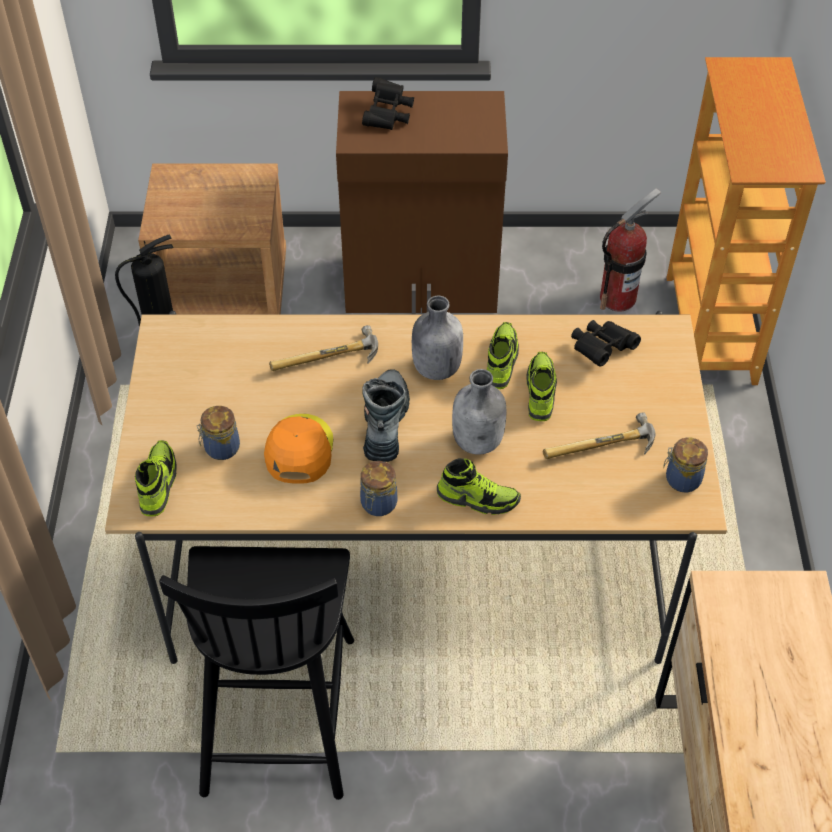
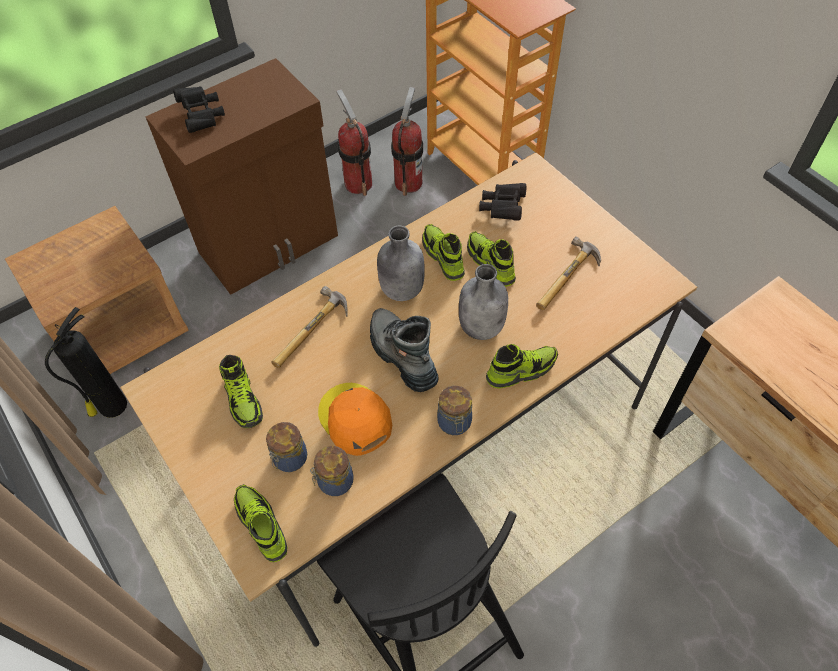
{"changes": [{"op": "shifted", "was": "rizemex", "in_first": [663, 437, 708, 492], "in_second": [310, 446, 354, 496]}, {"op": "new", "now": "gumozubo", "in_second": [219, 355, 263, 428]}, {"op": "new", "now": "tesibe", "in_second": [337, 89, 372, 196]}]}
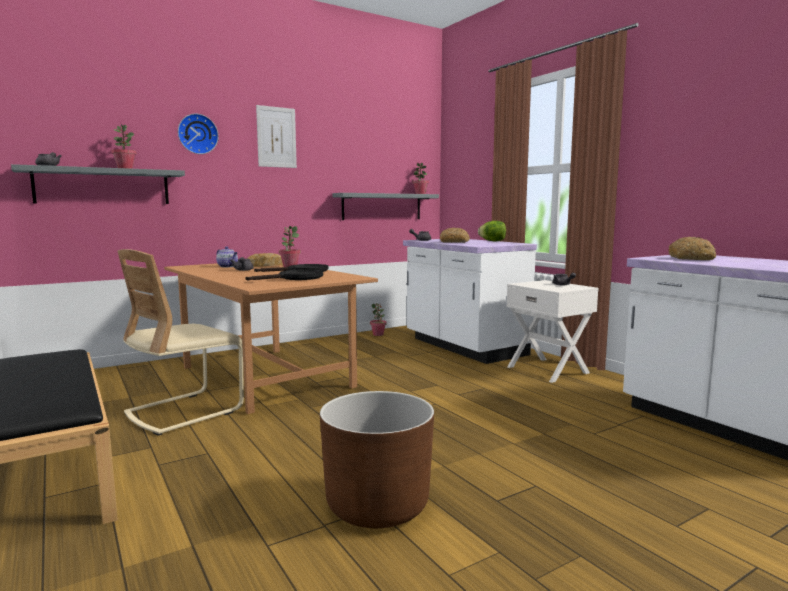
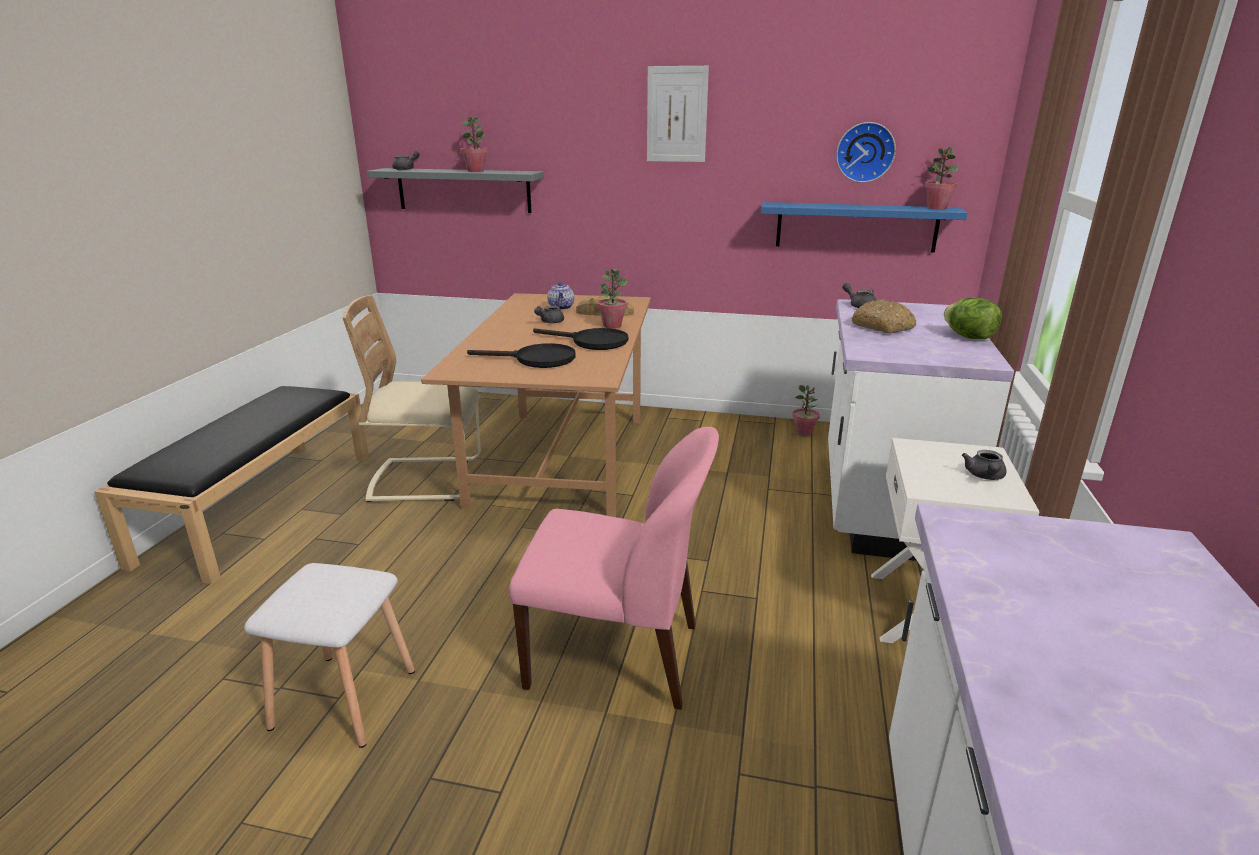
{"changes": [{"op": "shifted", "was": "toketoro", "in_first": [178, 114, 219, 154], "in_second": [836, 122, 896, 183]}, {"op": "swapped", "was": "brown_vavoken", "now": "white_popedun", "in_first": [320, 391, 434, 528], "in_second": [244, 563, 415, 748]}, {"op": "repainted", "was": "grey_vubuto", "now": "blue_vubuto", "in_first": [333, 193, 439, 220], "in_second": [761, 202, 968, 252]}, {"op": "gone", "was": "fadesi", "in_first": [668, 237, 716, 260]}, {"op": "new", "now": "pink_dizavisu", "in_second": [509, 427, 719, 710]}]}
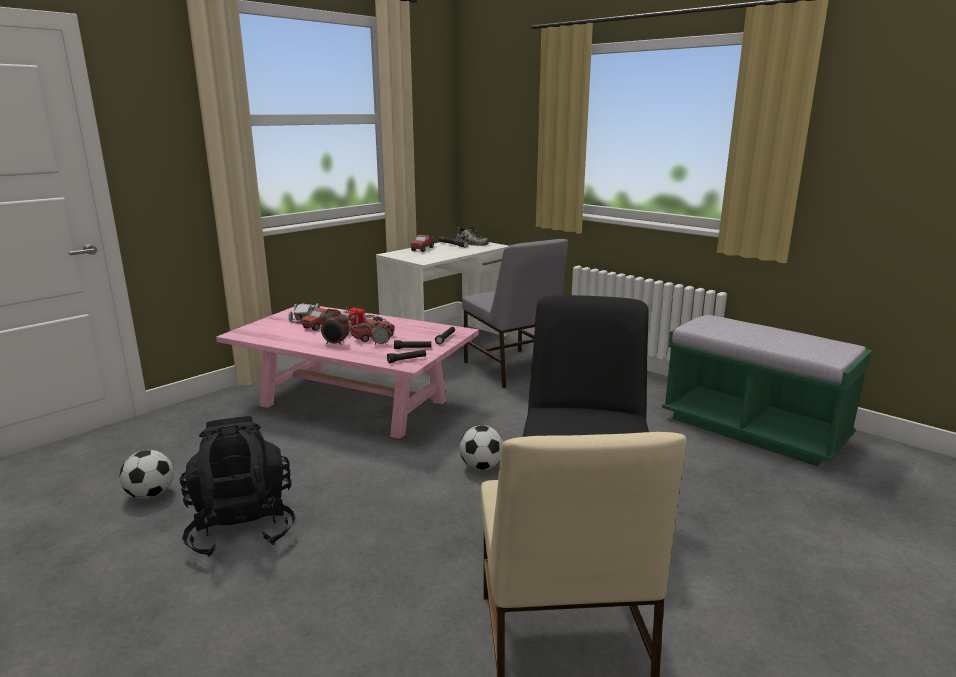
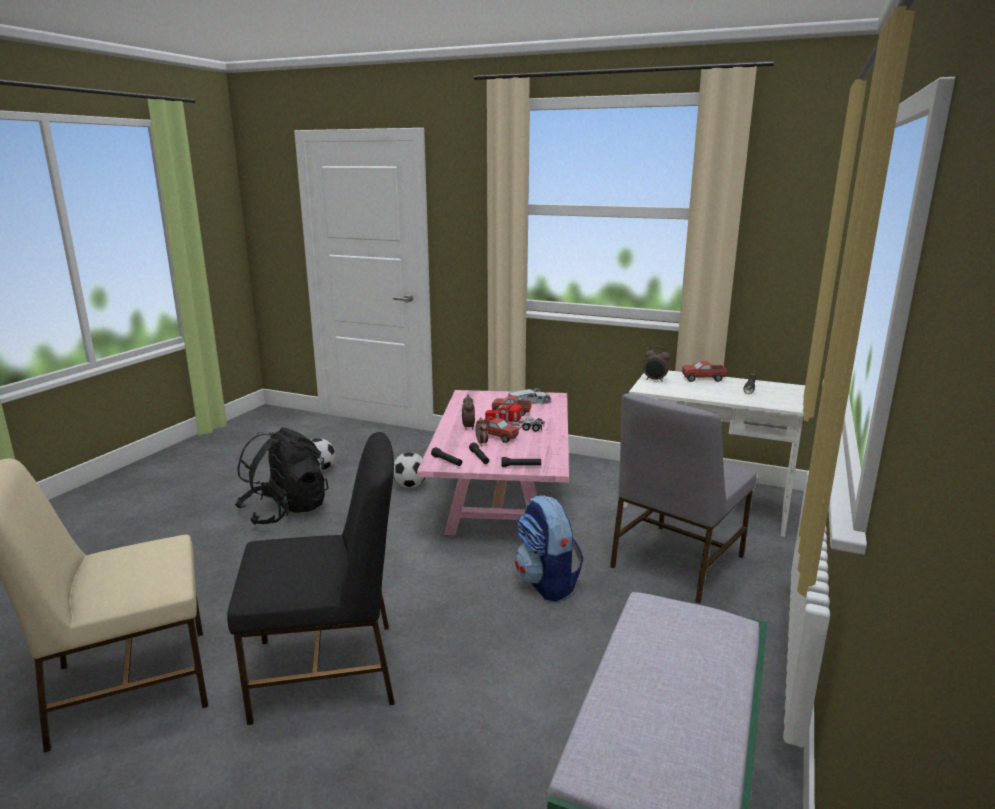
{"changes": [{"op": "gone", "was": "gumozubo", "in_first": [456, 227, 489, 246]}, {"op": "shifted", "was": "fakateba", "in_first": [459, 425, 503, 470], "in_second": [393, 452, 426, 488]}, {"op": "new", "now": "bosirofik", "in_second": [515, 495, 583, 602]}, {"op": "new", "now": "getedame", "in_second": [643, 346, 670, 382]}]}
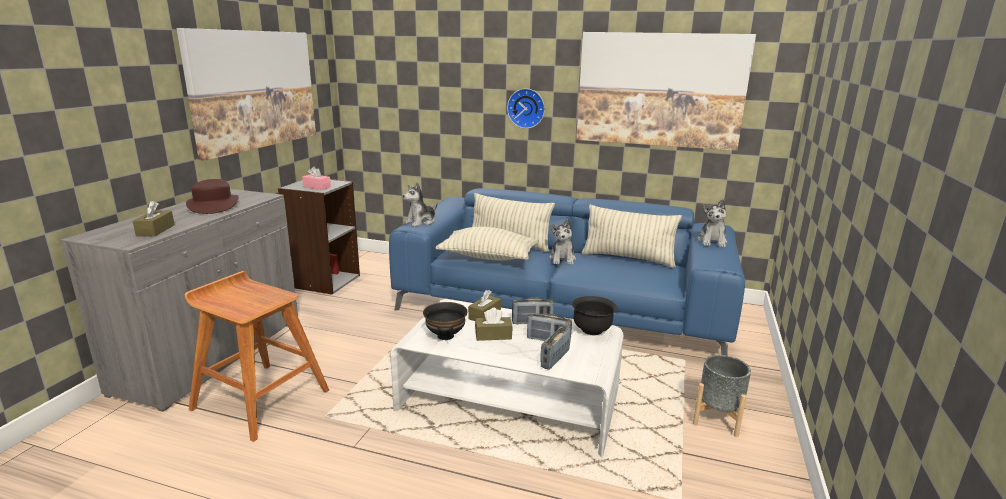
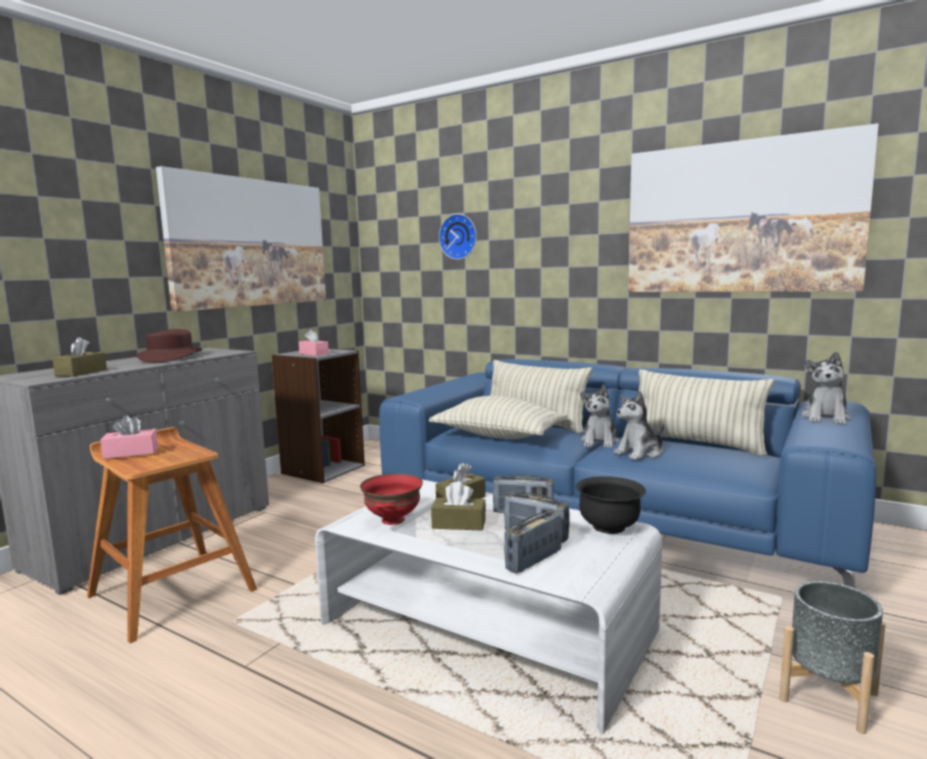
{"changes": [{"op": "shifted", "was": "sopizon", "in_first": [403, 182, 438, 227], "in_second": [614, 391, 665, 460]}, {"op": "repainted", "was": "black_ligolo", "now": "red_ligolo", "in_first": [423, 302, 468, 340], "in_second": [360, 473, 423, 525]}, {"op": "shifted", "was": "toketoro", "in_first": [507, 88, 545, 129], "in_second": [439, 214, 477, 260]}, {"op": "new", "now": "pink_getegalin", "in_second": [100, 415, 158, 459]}]}
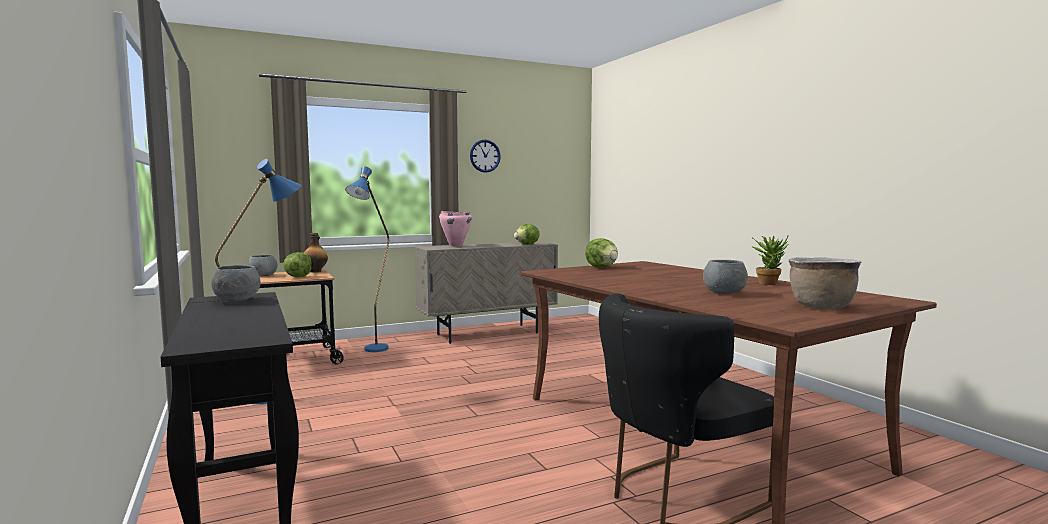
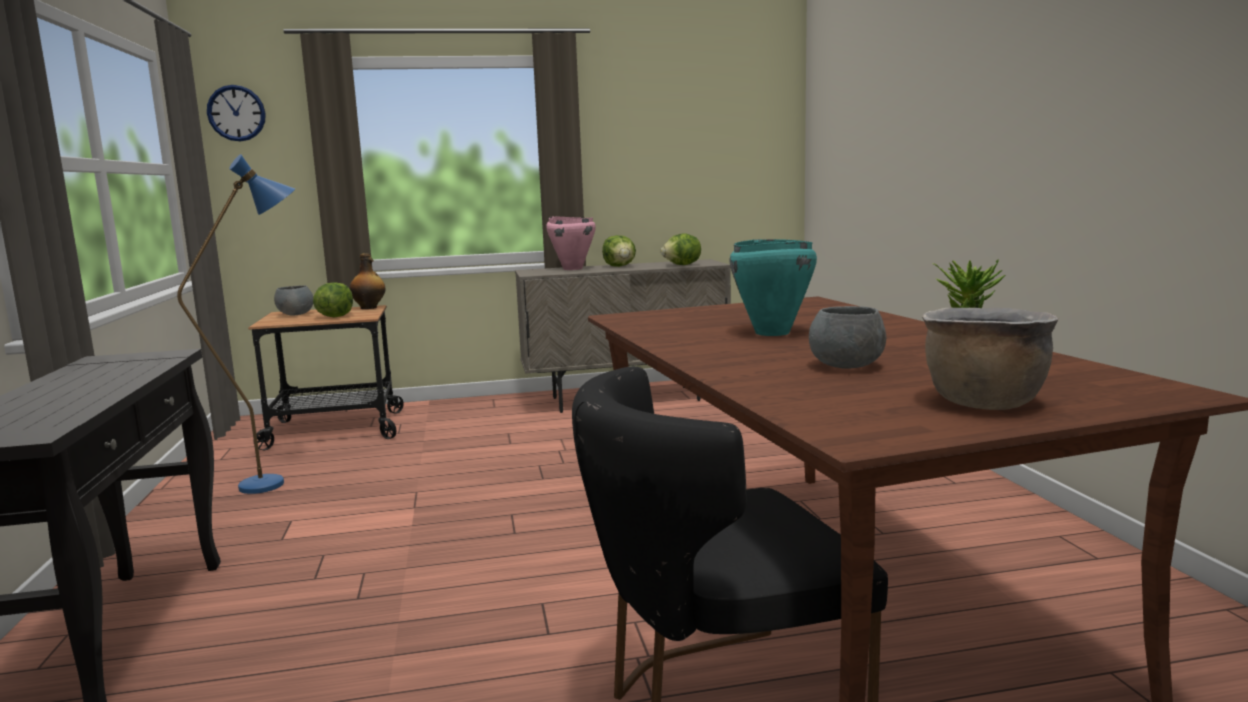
{"changes": [{"op": "gone", "was": "grey_ligolo", "in_first": [211, 265, 261, 302]}, {"op": "gone", "was": "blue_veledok", "in_first": [345, 167, 389, 352]}, {"op": "shifted", "was": "toketoro", "in_first": [470, 139, 501, 173], "in_second": [207, 85, 266, 141]}, {"op": "shifted", "was": "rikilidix", "in_first": [585, 238, 618, 268], "in_second": [602, 235, 636, 267]}, {"op": "new", "now": "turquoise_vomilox", "in_second": [730, 239, 817, 336]}]}
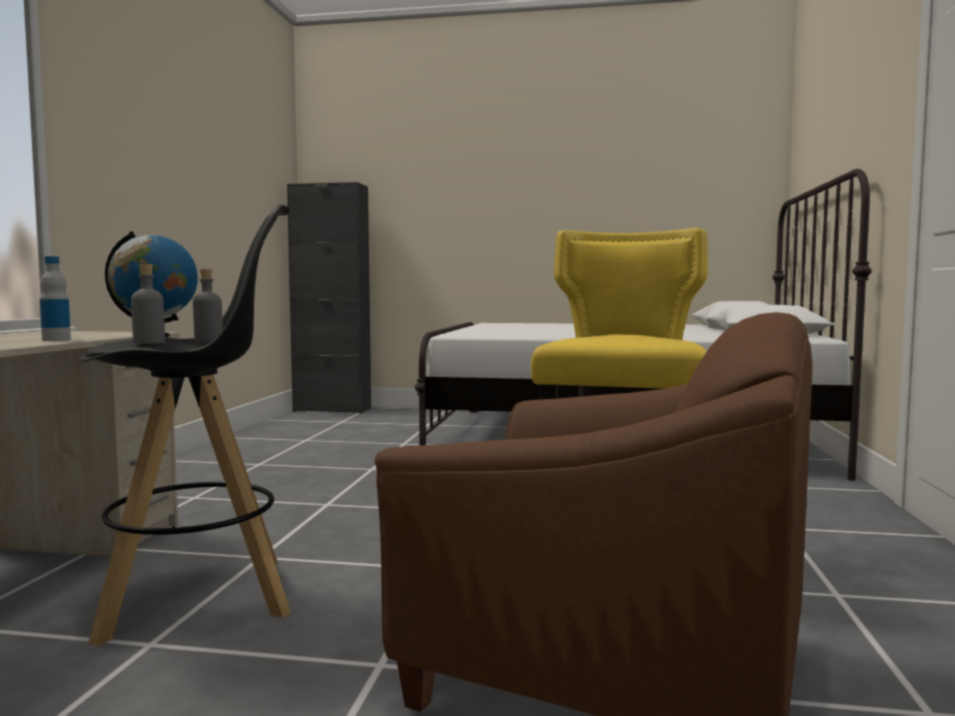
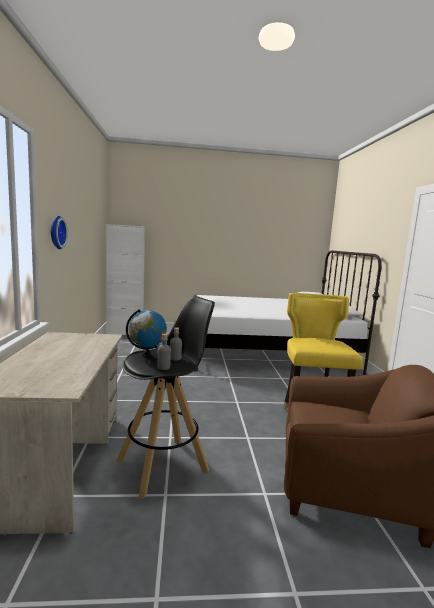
{"changes": [{"op": "gone", "was": "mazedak", "in_first": [40, 256, 71, 341]}, {"op": "repainted", "was": "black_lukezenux", "now": "white_lukezenux", "in_first": [287, 182, 371, 414], "in_second": [106, 224, 145, 335]}, {"op": "new", "now": "toketoro", "in_second": [51, 216, 68, 249]}]}
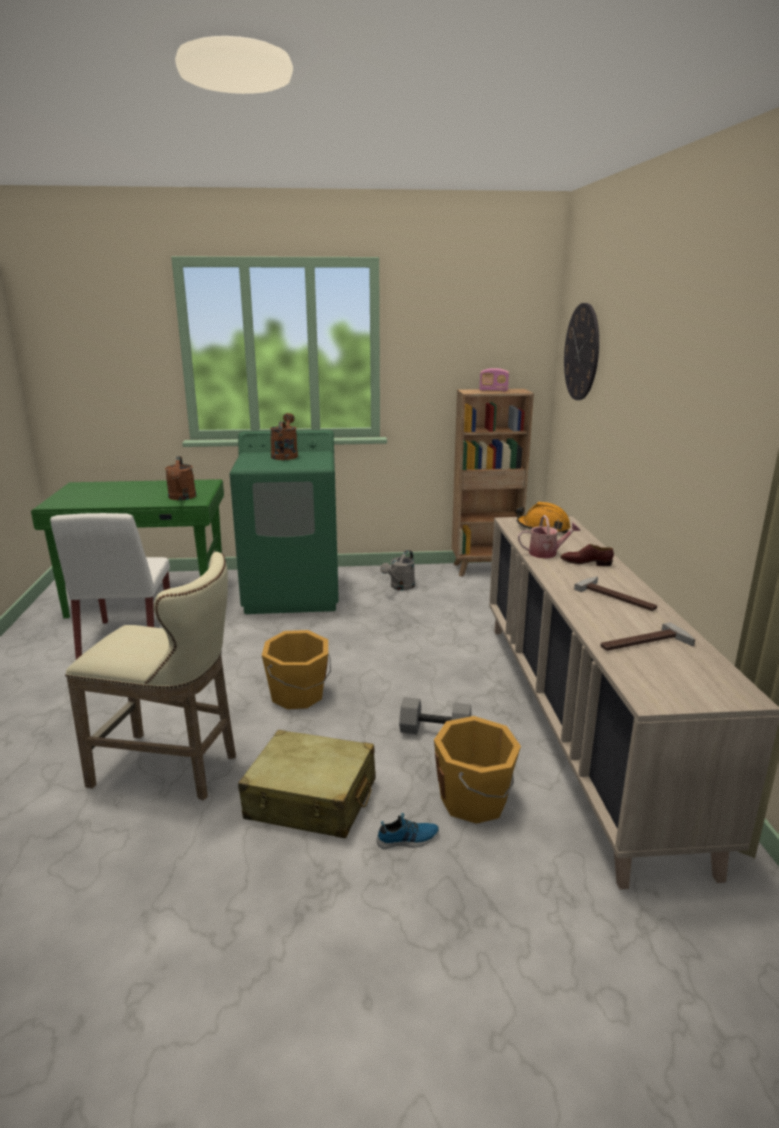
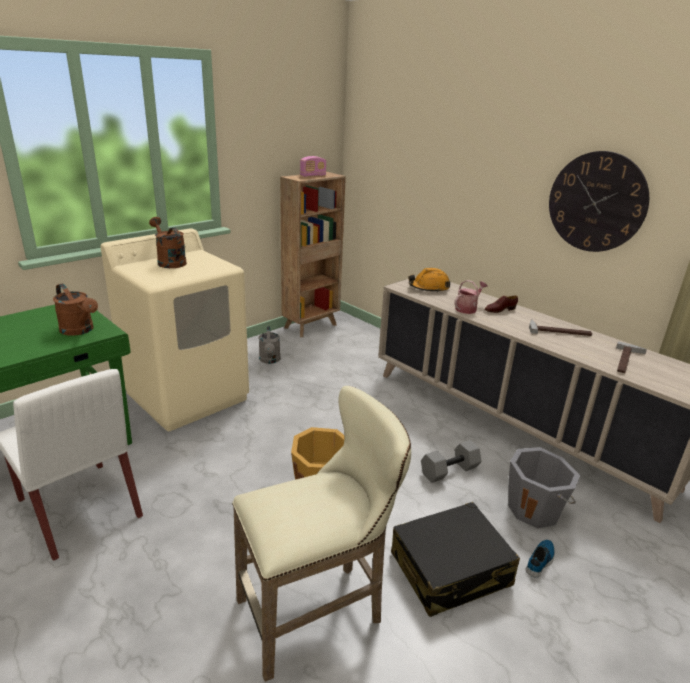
{"changes": [{"op": "repainted", "was": "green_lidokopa", "now": "beige_lidokopa", "in_first": [230, 430, 339, 614], "in_second": [100, 228, 249, 431]}, {"op": "repainted", "was": "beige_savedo", "now": "black_savedo", "in_first": [238, 730, 375, 839], "in_second": [391, 502, 520, 617]}, {"op": "repainted", "was": "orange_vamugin", "now": "grey_vamugin", "in_first": [434, 716, 521, 824], "in_second": [508, 447, 580, 528]}, {"op": "shifted", "was": "toketoro", "in_first": [564, 303, 599, 400], "in_second": [549, 151, 649, 252]}]}
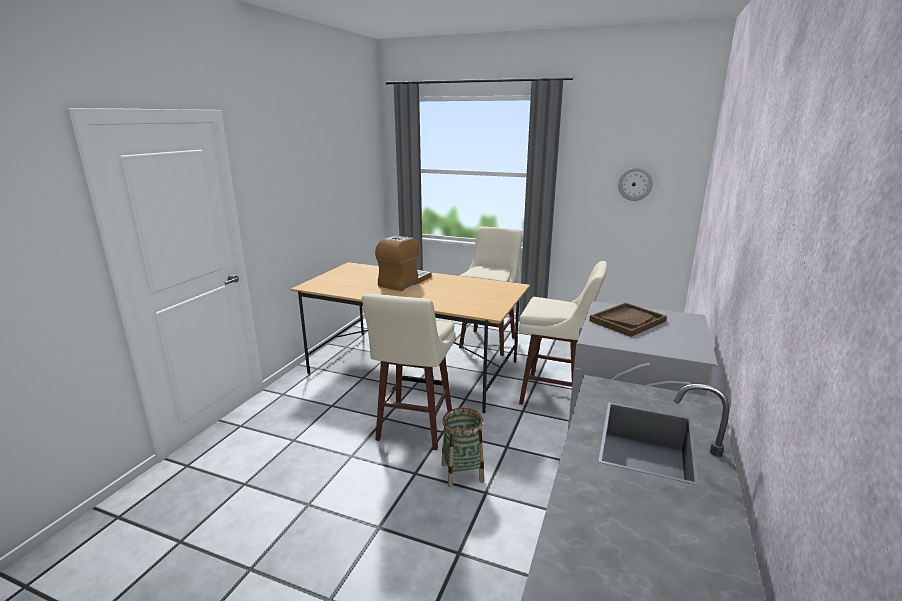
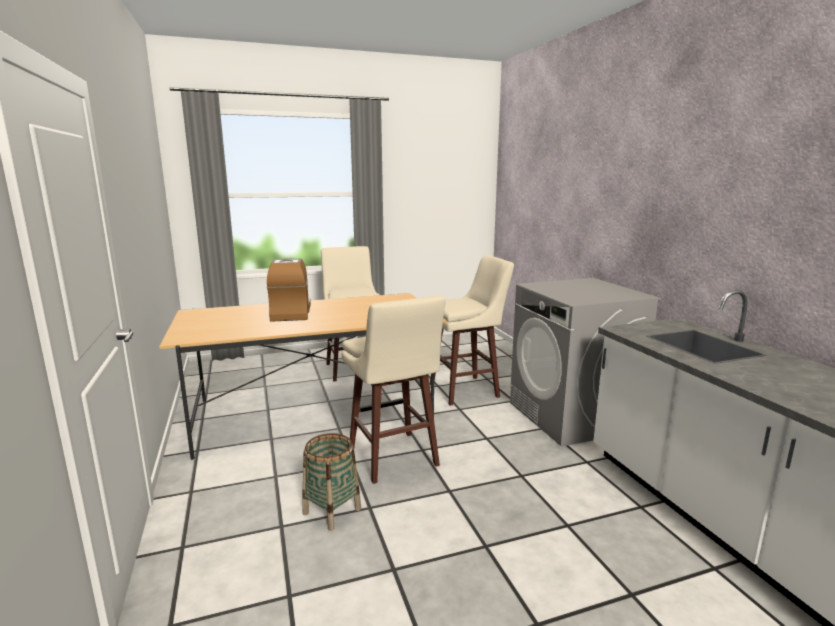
{"changes": [{"op": "shifted", "was": "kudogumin", "in_first": [441, 408, 484, 487], "in_second": [302, 433, 361, 531]}, {"op": "gone", "was": "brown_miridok", "in_first": [589, 303, 667, 337]}, {"op": "gone", "was": "toketoro", "in_first": [618, 168, 653, 201]}]}
